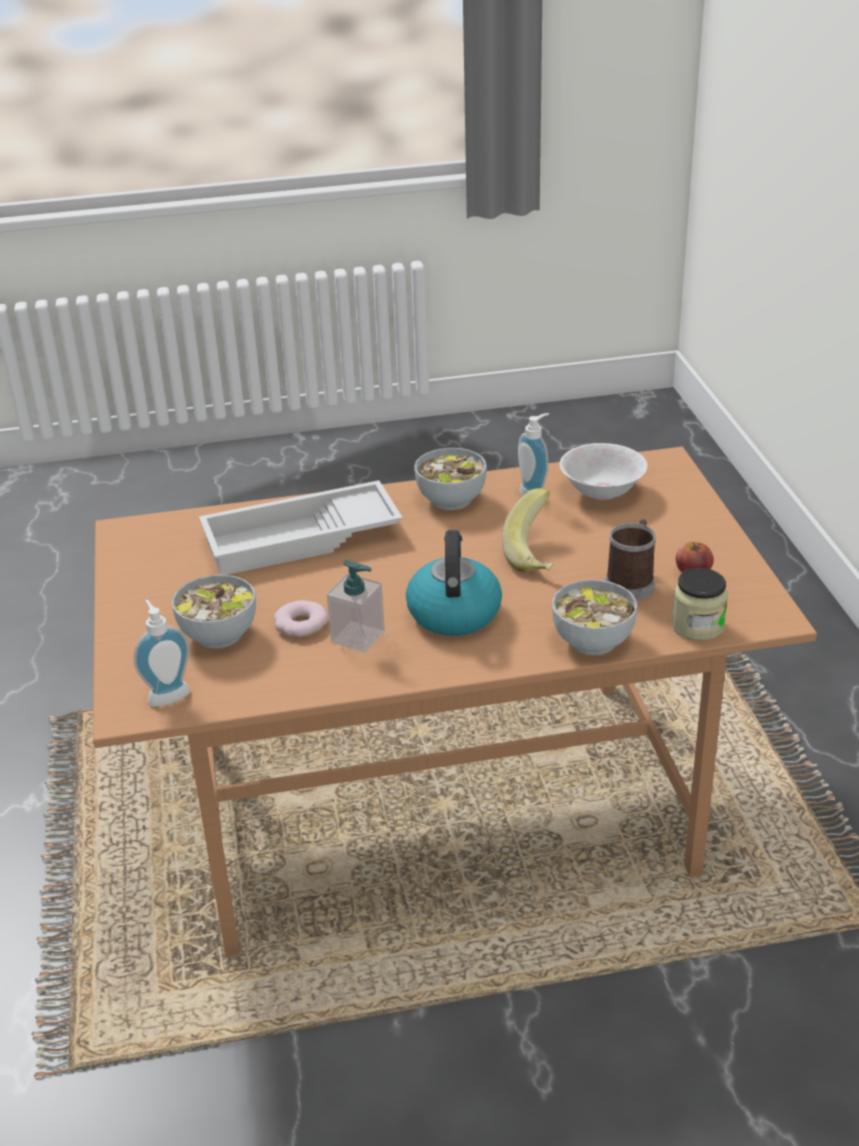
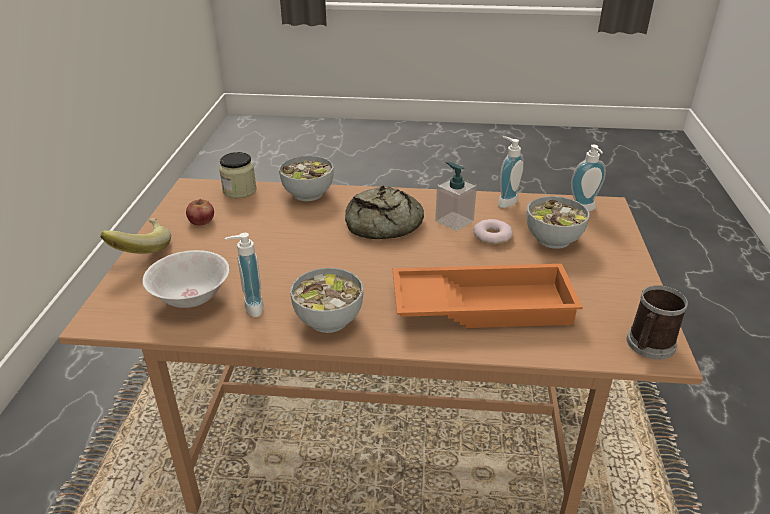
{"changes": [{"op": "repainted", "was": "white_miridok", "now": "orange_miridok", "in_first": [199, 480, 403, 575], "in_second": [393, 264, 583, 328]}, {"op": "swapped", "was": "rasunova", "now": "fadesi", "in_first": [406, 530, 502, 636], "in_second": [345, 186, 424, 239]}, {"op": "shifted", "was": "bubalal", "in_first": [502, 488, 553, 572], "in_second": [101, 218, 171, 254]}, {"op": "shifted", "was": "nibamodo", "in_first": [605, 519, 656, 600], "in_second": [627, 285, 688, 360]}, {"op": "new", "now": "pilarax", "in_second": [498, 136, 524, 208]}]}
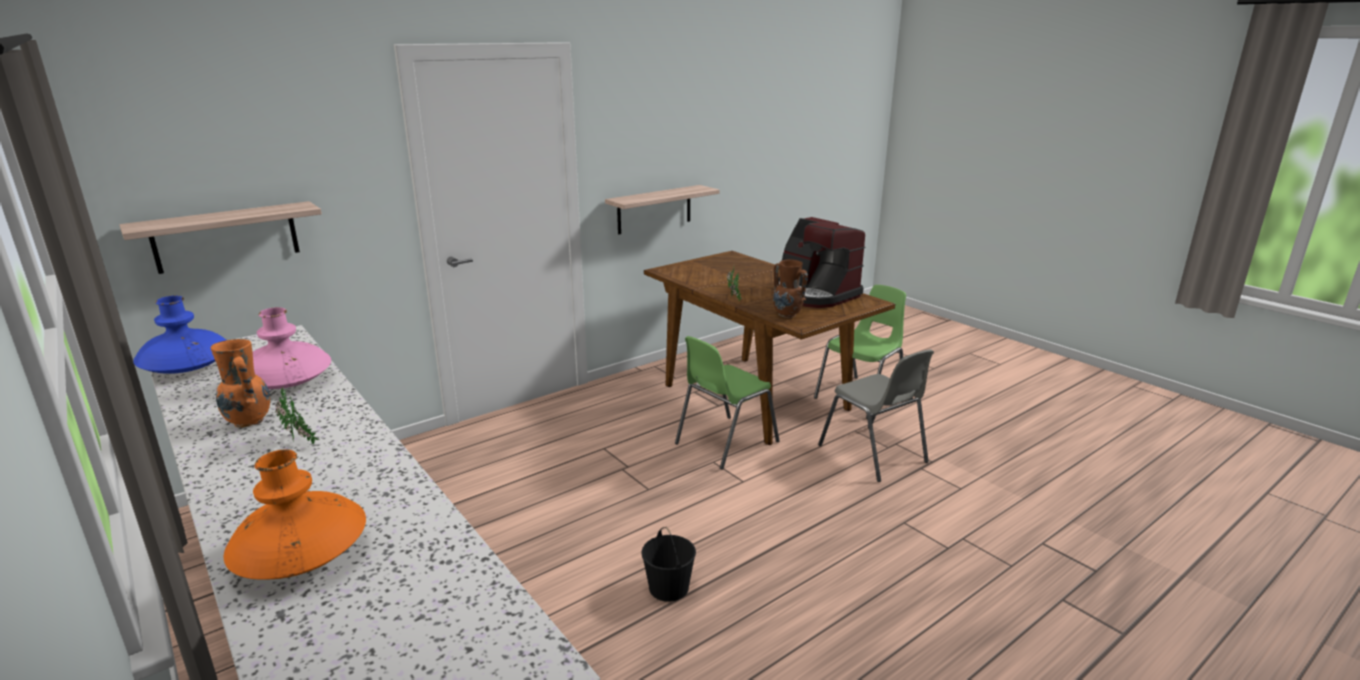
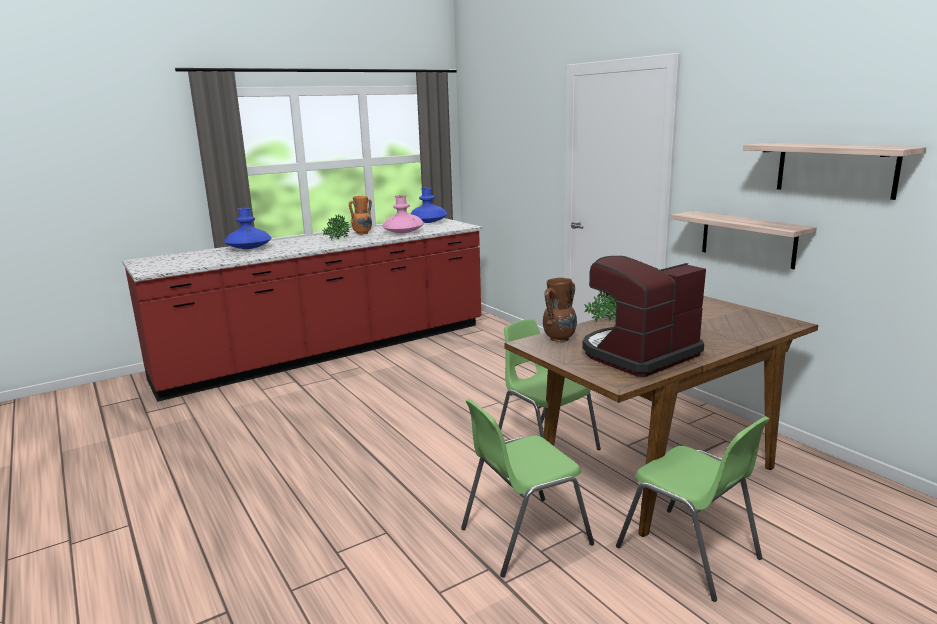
{"changes": [{"op": "shifted", "was": "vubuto", "in_first": [119, 201, 322, 274], "in_second": [743, 143, 926, 200]}, {"op": "repainted", "was": "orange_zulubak", "now": "blue_zulubak", "in_first": [224, 449, 366, 580], "in_second": [224, 207, 272, 249]}, {"op": "gone", "was": "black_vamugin", "in_first": [641, 527, 696, 602]}, {"op": "repainted", "was": "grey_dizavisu", "now": "green_dizavisu", "in_first": [818, 349, 934, 482], "in_second": [461, 399, 594, 578]}]}
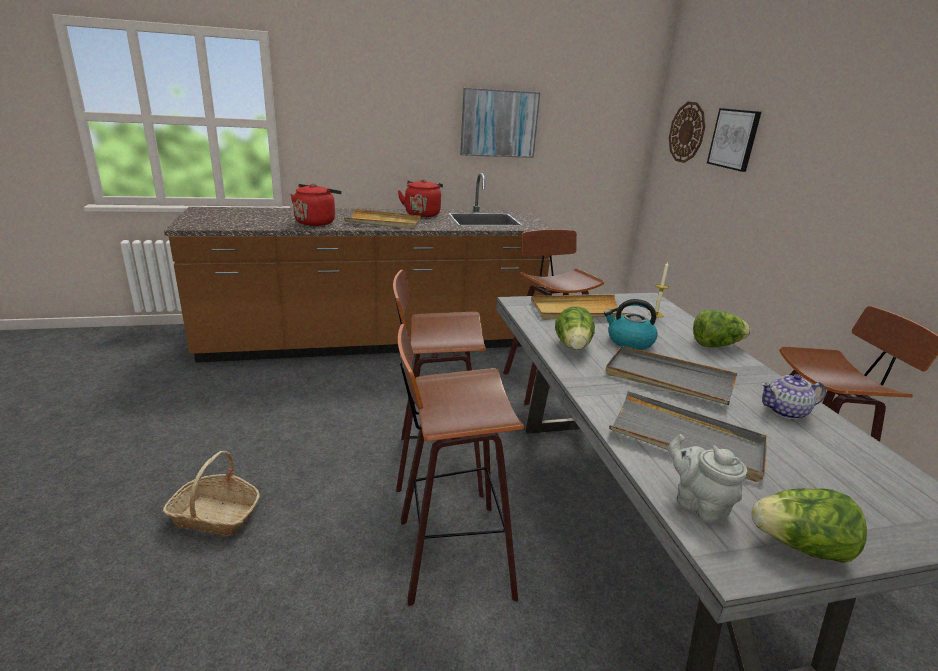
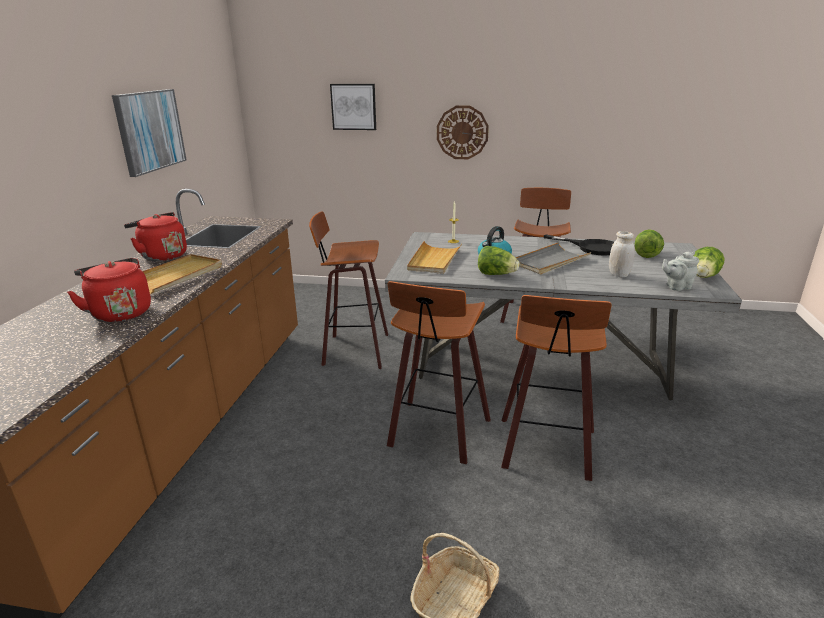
{"changes": [{"op": "swapped", "was": "grey_miridok", "now": "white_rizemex", "in_first": [609, 391, 767, 482], "in_second": [609, 231, 635, 277]}, {"op": "shifted", "was": "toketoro", "in_first": [669, 102, 705, 163], "in_second": [437, 106, 489, 159]}, {"op": "shifted", "was": "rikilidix", "in_first": [693, 310, 751, 348], "in_second": [635, 229, 664, 258]}, {"op": "swapped", "was": "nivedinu", "now": "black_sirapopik", "in_first": [761, 374, 826, 420], "in_second": [544, 234, 614, 256]}]}
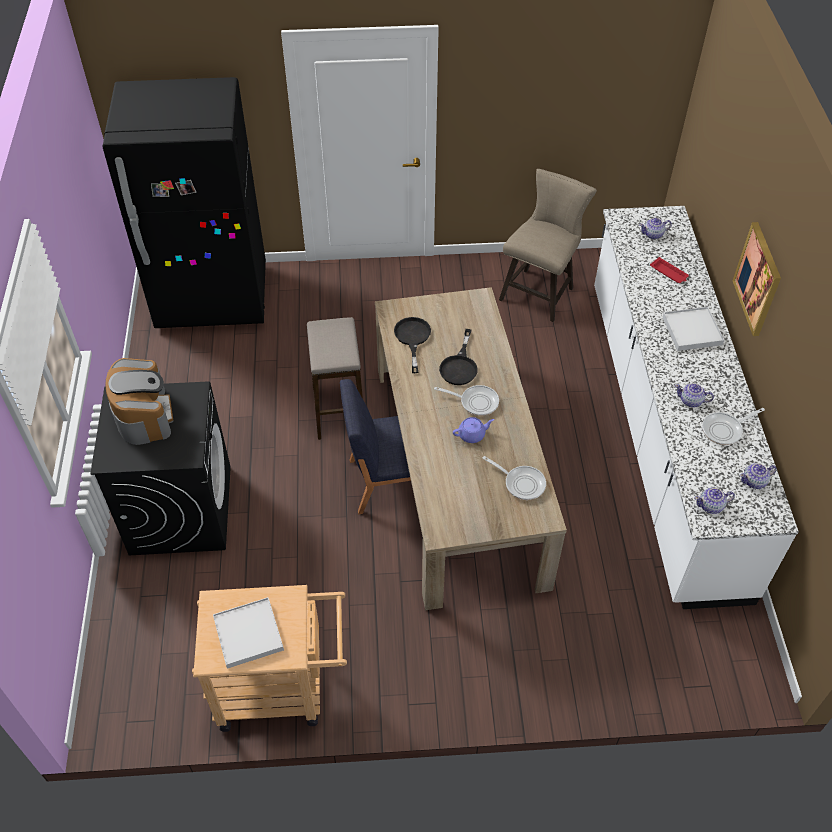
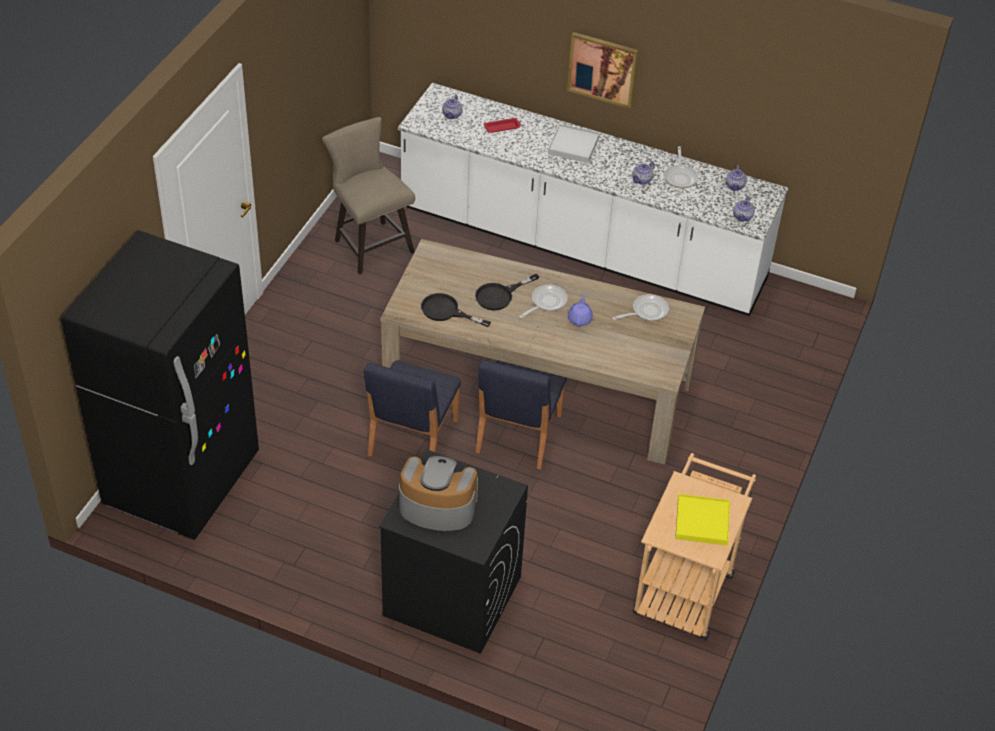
{"changes": [{"op": "repainted", "was": "white_miridok", "now": "yellow_miridok", "in_first": [213, 597, 284, 669], "in_second": [675, 494, 730, 545]}, {"op": "swapped", "was": "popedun", "now": "blue_dizavisu", "in_first": [307, 317, 363, 440], "in_second": [364, 360, 461, 456]}, {"op": "rotated", "was": "black_sirapopik", "in_first": [439, 329, 477, 385], "in_second": [475, 274, 539, 311], "clockwise": 105}]}
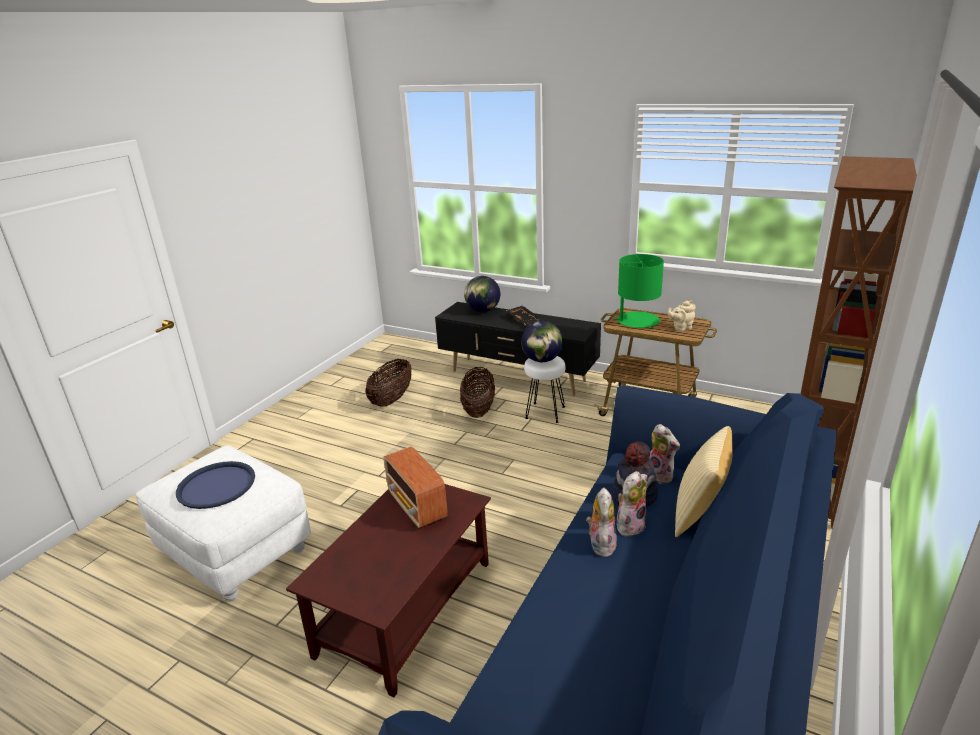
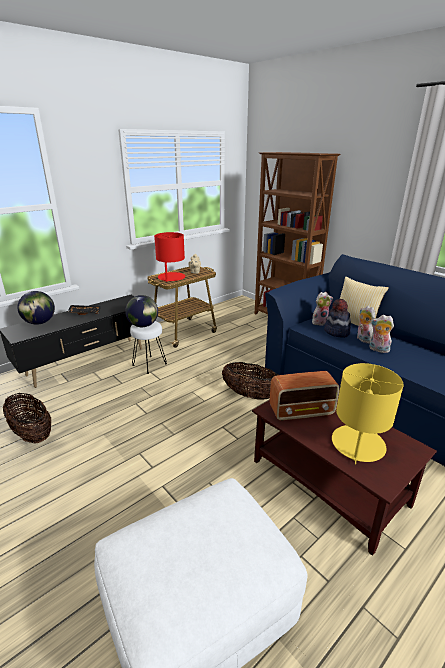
{"changes": [{"op": "gone", "was": "blue_miridok", "in_first": [176, 461, 255, 509]}, {"op": "shifted", "was": "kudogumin", "in_first": [460, 367, 495, 418], "in_second": [222, 362, 279, 399]}, {"op": "repainted", "was": "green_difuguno", "now": "red_difuguno", "in_first": [612, 254, 664, 328], "in_second": [154, 232, 186, 282]}, {"op": "new", "now": "yellow_difuguno", "in_second": [332, 363, 404, 465]}]}
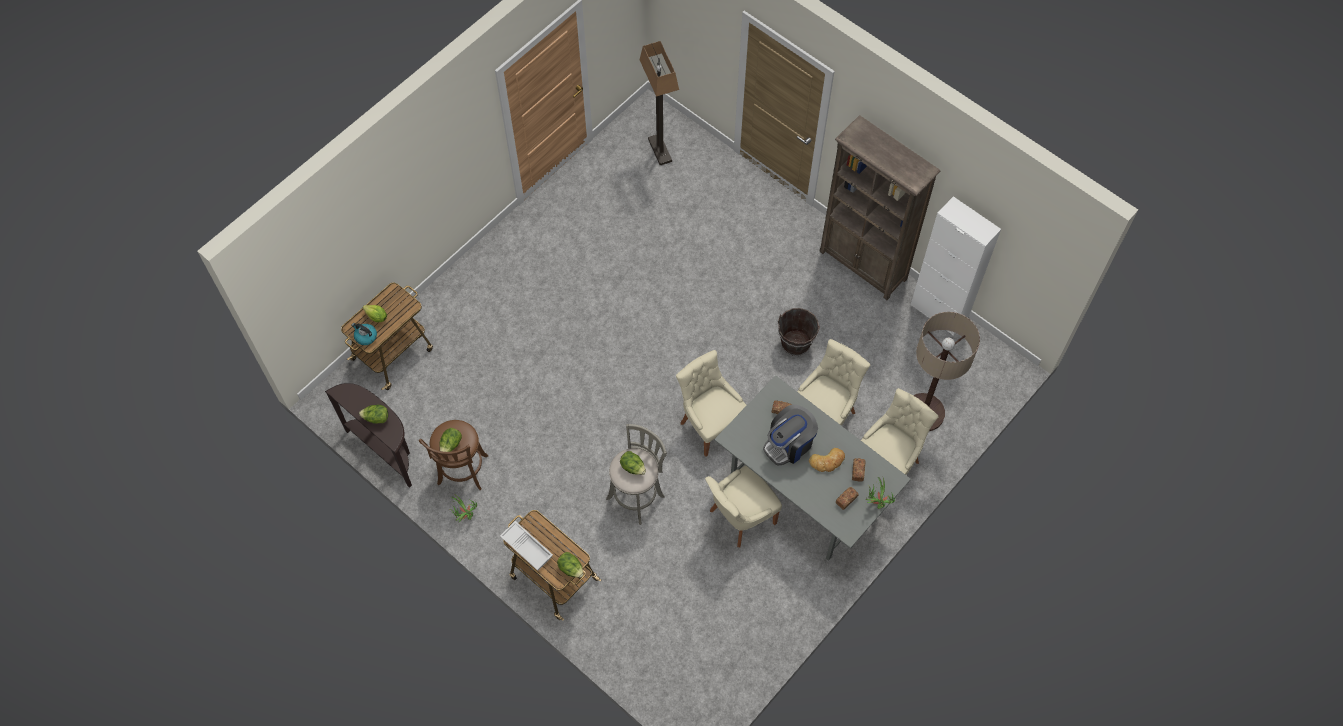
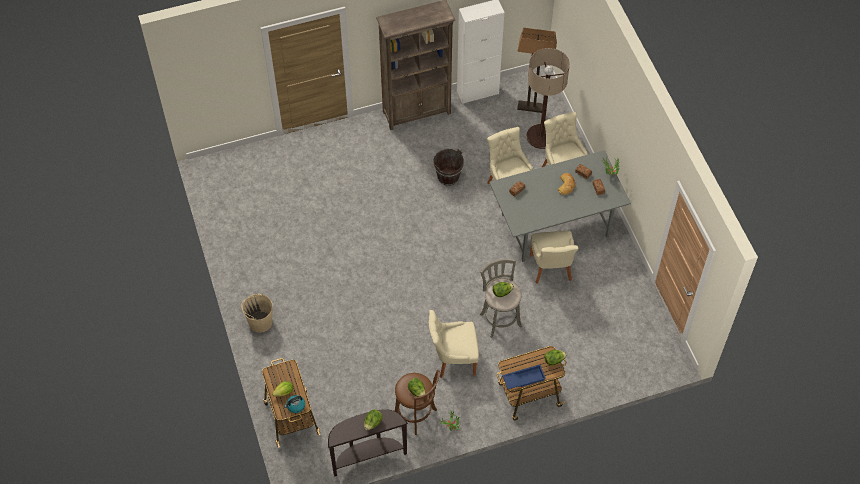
{"changes": [{"op": "repainted", "was": "white_miridok", "now": "blue_miridok", "in_first": [500, 521, 553, 571], "in_second": [502, 365, 546, 389]}, {"op": "shifted", "was": "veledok", "in_first": [639, 41, 679, 165], "in_second": [517, 28, 557, 113]}, {"op": "shifted", "was": "beige_dizavisu", "in_first": [676, 350, 747, 457], "in_second": [429, 310, 479, 378]}, {"op": "gone", "was": "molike", "in_first": [763, 405, 818, 466]}, {"op": "new", "now": "beige_vamugin", "in_second": [241, 293, 273, 333]}]}
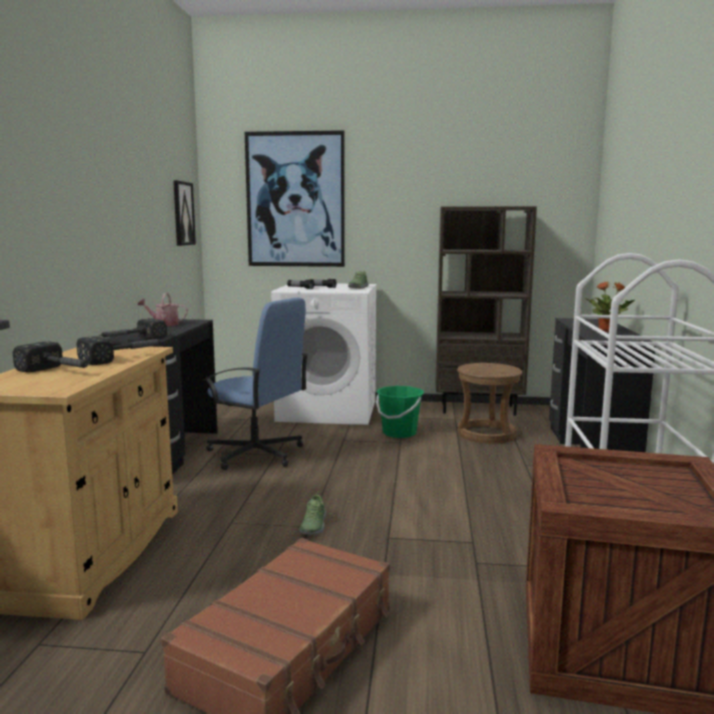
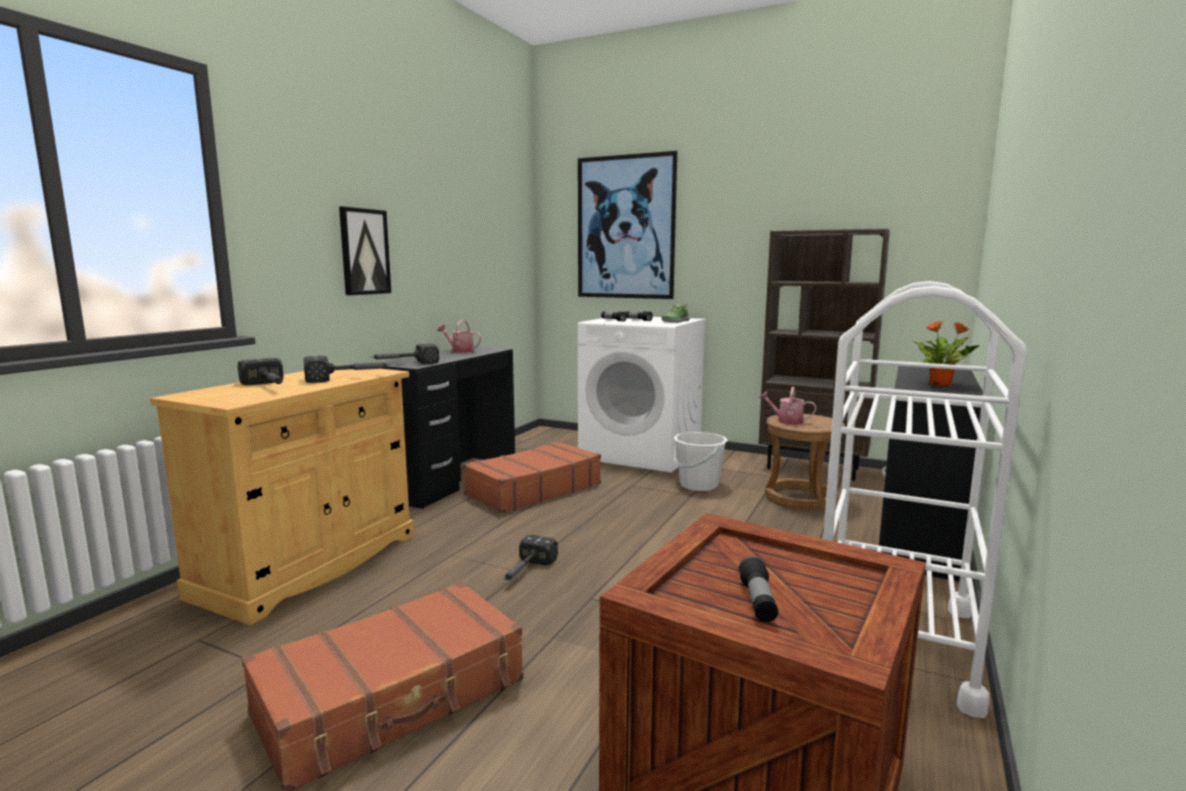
{"changes": [{"op": "shifted", "was": "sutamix", "in_first": [173, 180, 196, 246], "in_second": [339, 207, 391, 295]}, {"op": "swapped", "was": "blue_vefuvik", "now": "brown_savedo", "in_first": [203, 297, 309, 470], "in_second": [463, 441, 601, 513]}, {"op": "swapped", "was": "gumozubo", "now": "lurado", "in_first": [299, 492, 326, 535], "in_second": [504, 535, 558, 580]}, {"op": "repainted", "was": "green_vamugin", "now": "white_vamugin", "in_first": [376, 386, 424, 438], "in_second": [674, 432, 728, 491]}, {"op": "new", "now": "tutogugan", "in_second": [738, 556, 778, 622]}, {"op": "new", "now": "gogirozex", "in_second": [759, 387, 817, 425]}]}
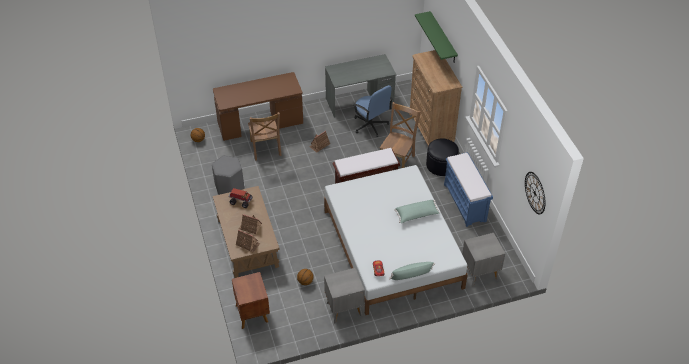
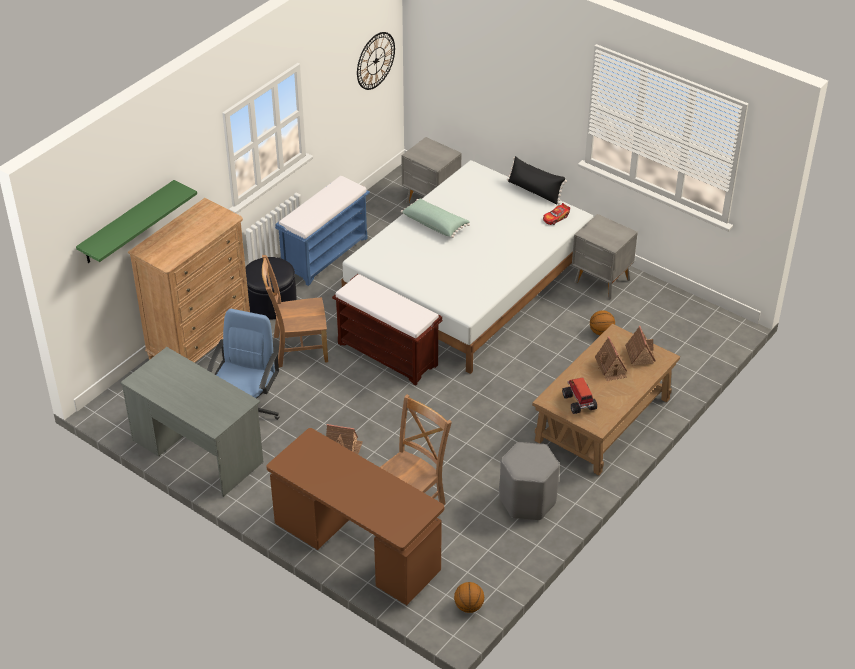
{"changes": [{"op": "gone", "was": "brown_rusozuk", "in_first": [232, 272, 270, 329]}, {"op": "repainted", "was": "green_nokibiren", "now": "black_nokibiren", "in_first": [389, 262, 435, 280], "in_second": [507, 156, 567, 205]}]}
